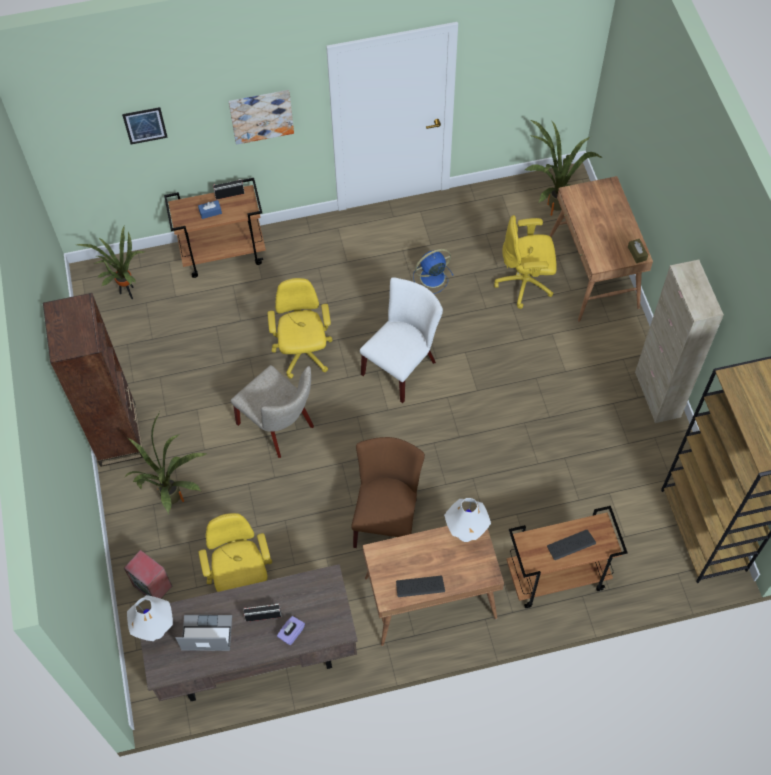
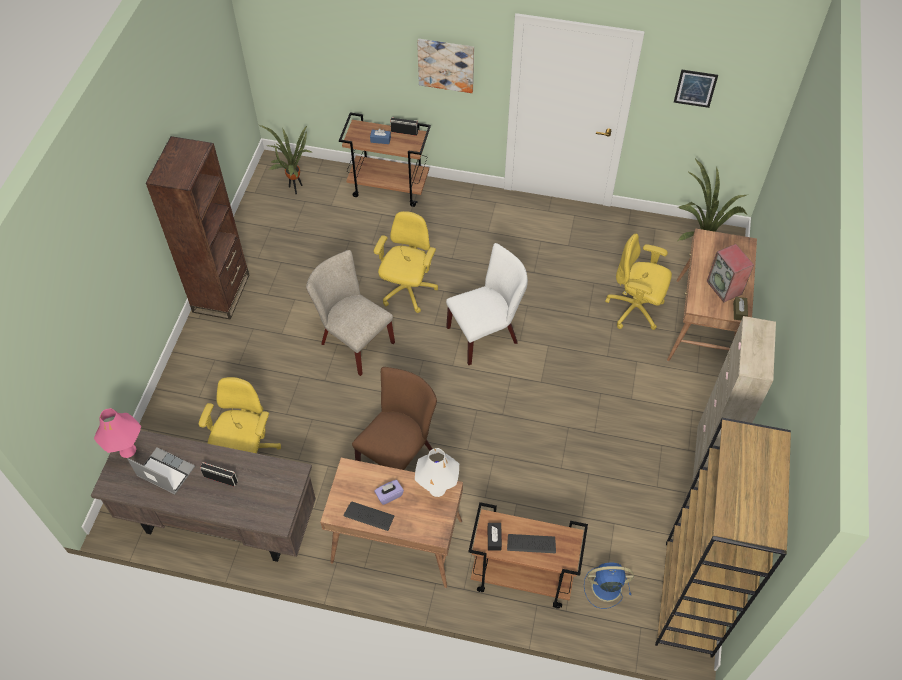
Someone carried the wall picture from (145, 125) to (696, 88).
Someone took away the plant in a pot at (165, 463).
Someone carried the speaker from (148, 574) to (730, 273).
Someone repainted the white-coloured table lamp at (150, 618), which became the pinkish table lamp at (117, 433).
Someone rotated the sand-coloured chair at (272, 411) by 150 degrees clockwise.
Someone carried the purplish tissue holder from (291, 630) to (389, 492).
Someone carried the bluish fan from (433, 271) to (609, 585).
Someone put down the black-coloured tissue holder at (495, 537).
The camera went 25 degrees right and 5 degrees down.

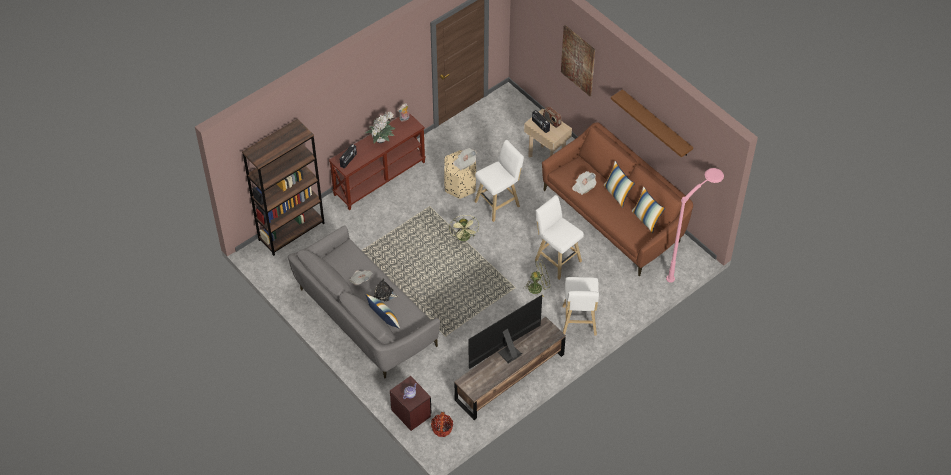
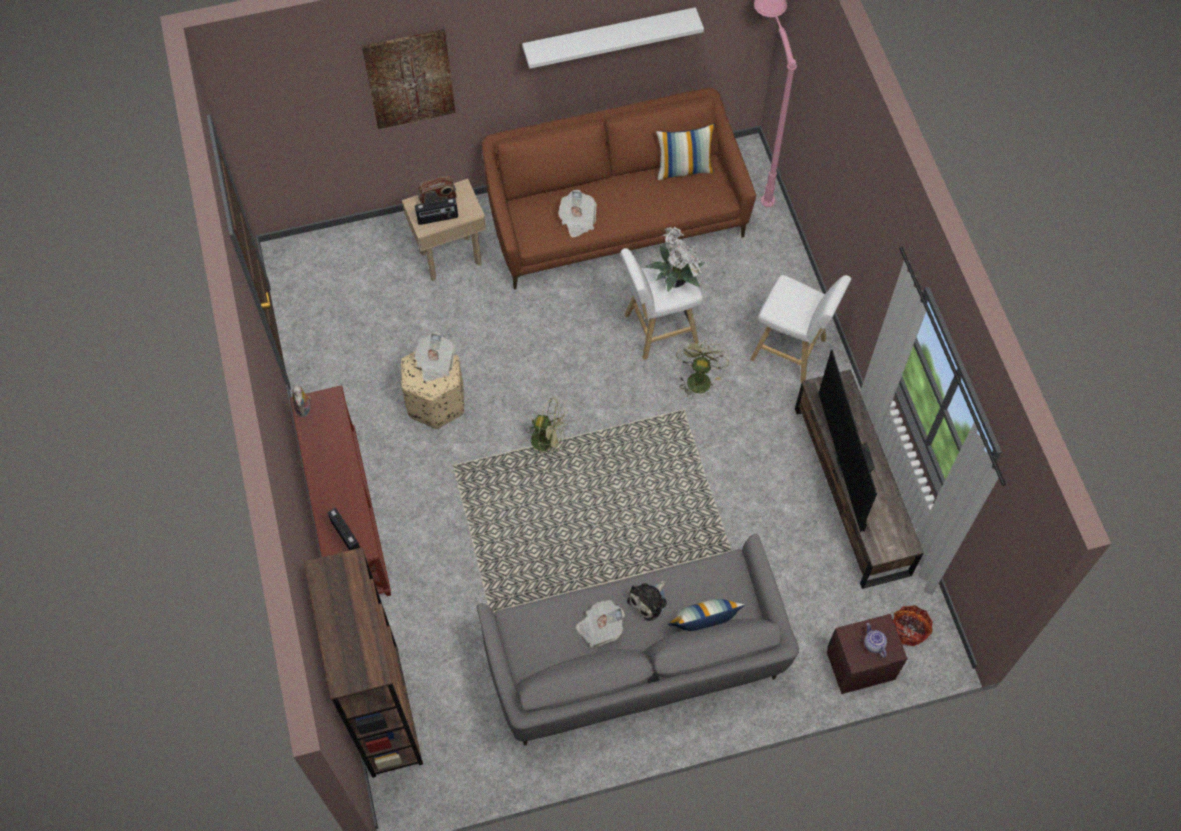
Someone carried the plant in a pot from (380, 128) to (675, 259).
Someone took away the white-coloured sitting stool at (499, 181).
Someone took away the cushion at (619, 184).
Someone repainted the brownish bracket shelf at (652, 123), which became the white-coloured bracket shelf at (613, 38).
The camera went 65 degrees left and 10 degrees up.

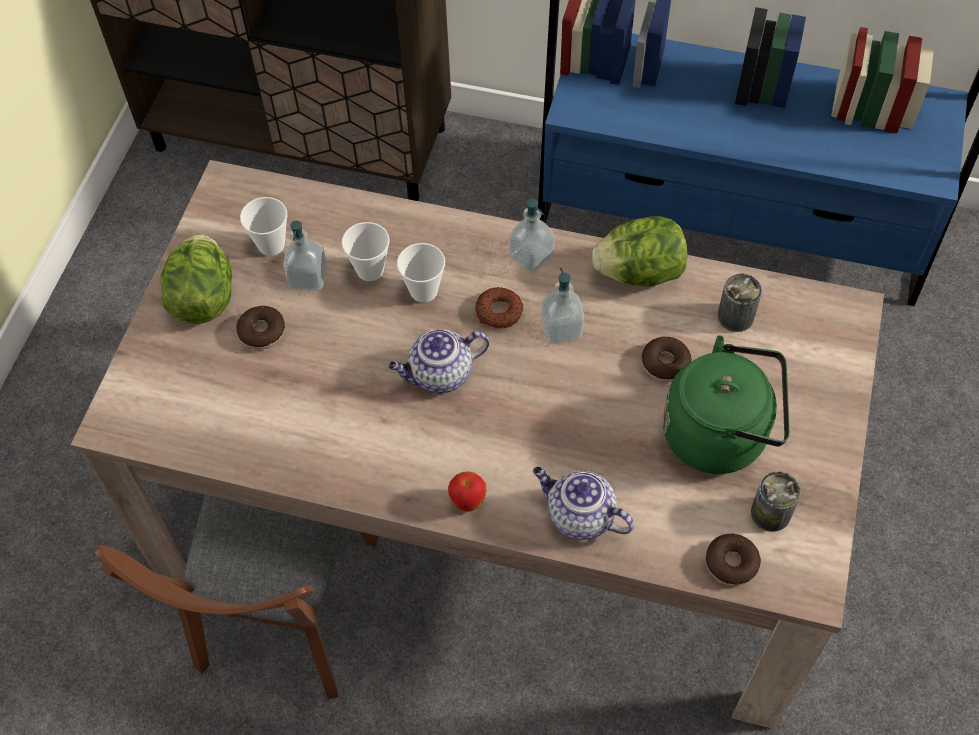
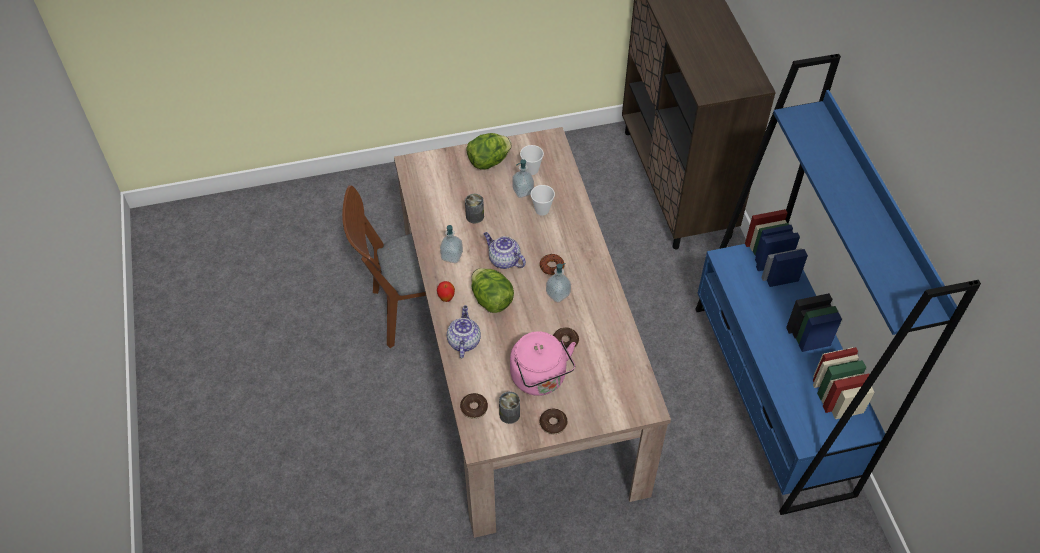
Someone carried the doughnut from (260, 328) to (553, 421).
Someone took away the drinking cup at (421, 273).
Someone carried the soap dispenser from (532, 235) to (451, 244).
Someone carried the lettuce from (640, 251) to (492, 290).
Someone repainted the green tea kettle at (726, 404), which became the pinkish tea kettle at (543, 363).
Someone carried the can from (739, 302) to (474, 209).
The camera went 60 degrees right and 5 degrees down.

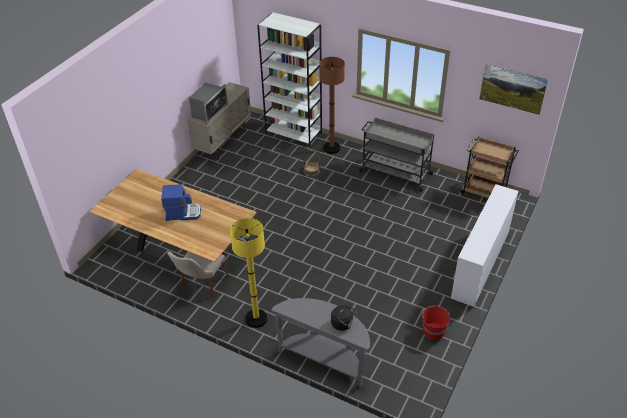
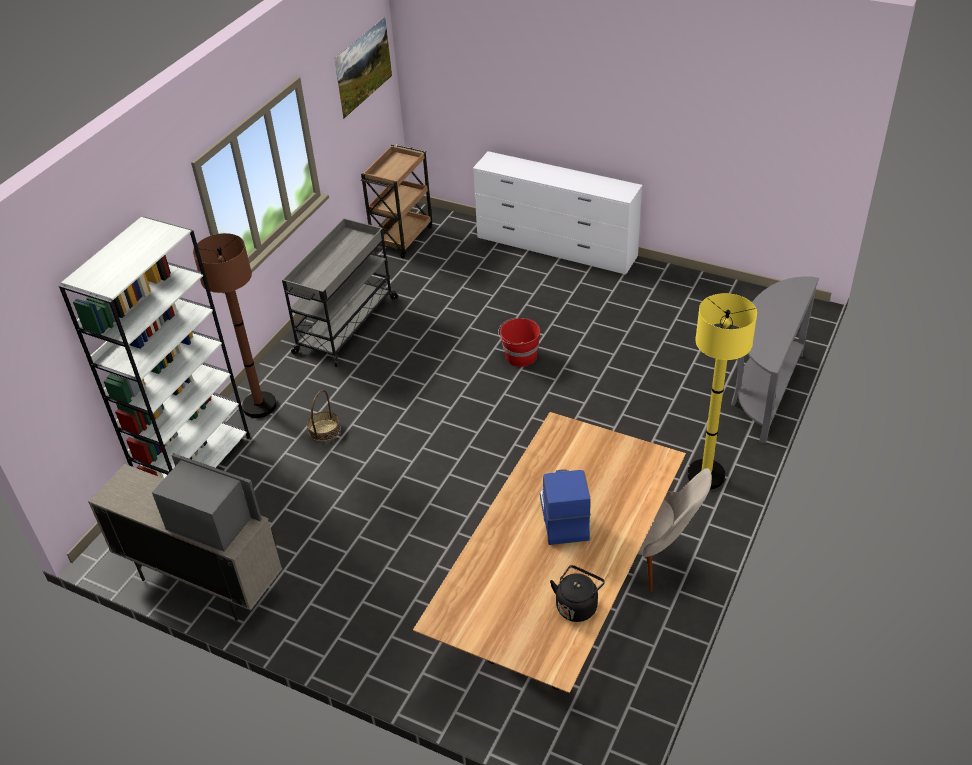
Someone carried the black-coloured tea kettle from (344, 318) to (577, 593).
Someone carried the red pail from (436, 323) to (519, 342).
The camera went 90 degrees left and 0 degrees up.

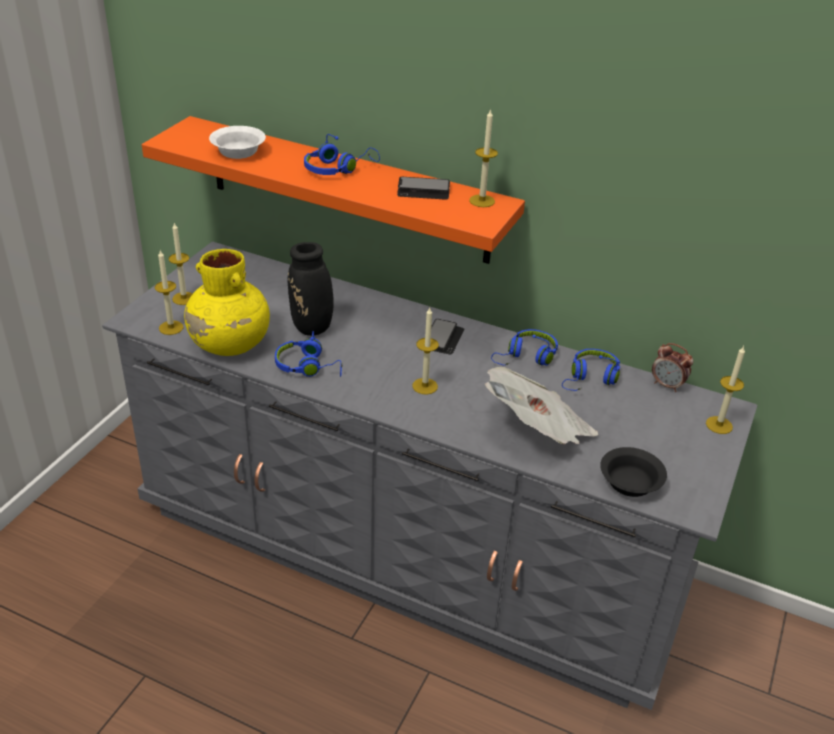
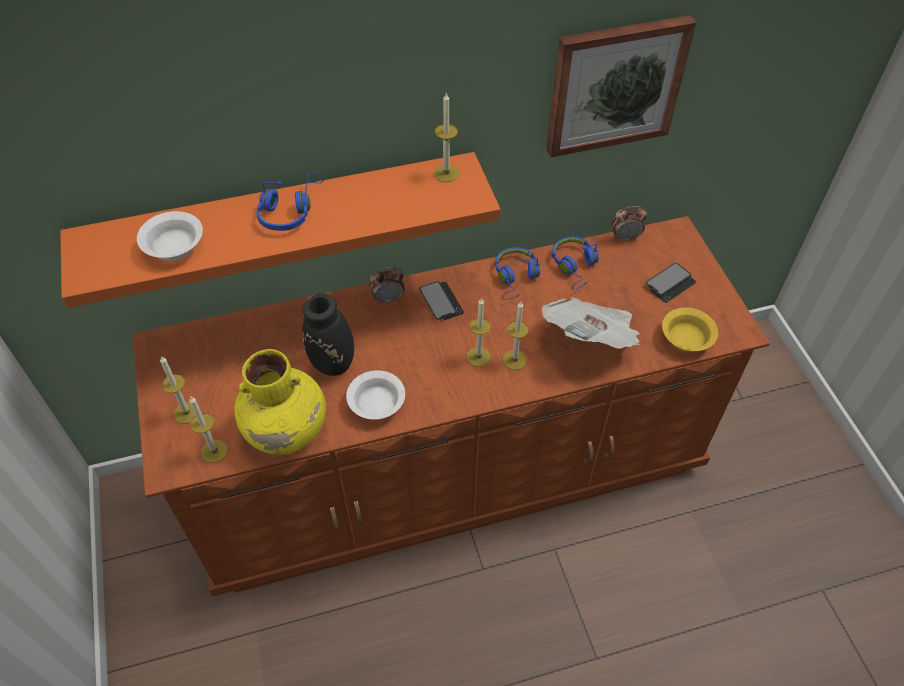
Someone repainted the greyish drawer chest at (429, 476), which became the brownish drawer chest at (451, 406).
Someone swapped the bluish headset at (308, 354) for the white-coloured deep dish at (375, 395).
Someone carried the phone from (423, 188) to (670, 283).
Someone repainted the black-coloured deep dish at (633, 472), which became the yellowish deep dish at (690, 330).
Someone carried the wax light from (725, 390) to (516, 336).
Someone put down the alarm clock at (387, 286).
Someone put up the wall picture at (621, 86).
The camera went 40 degrees left and 15 degrees up.

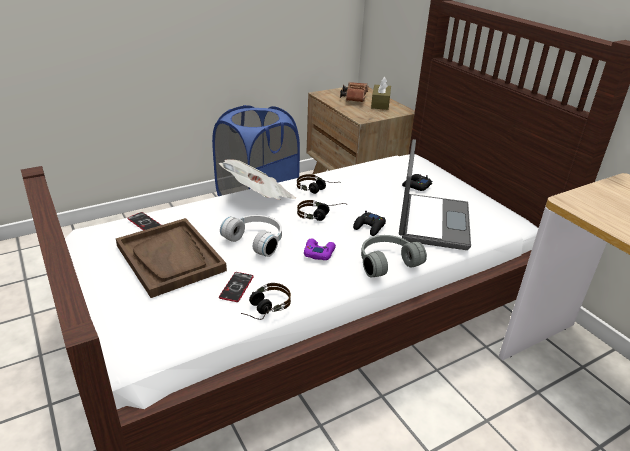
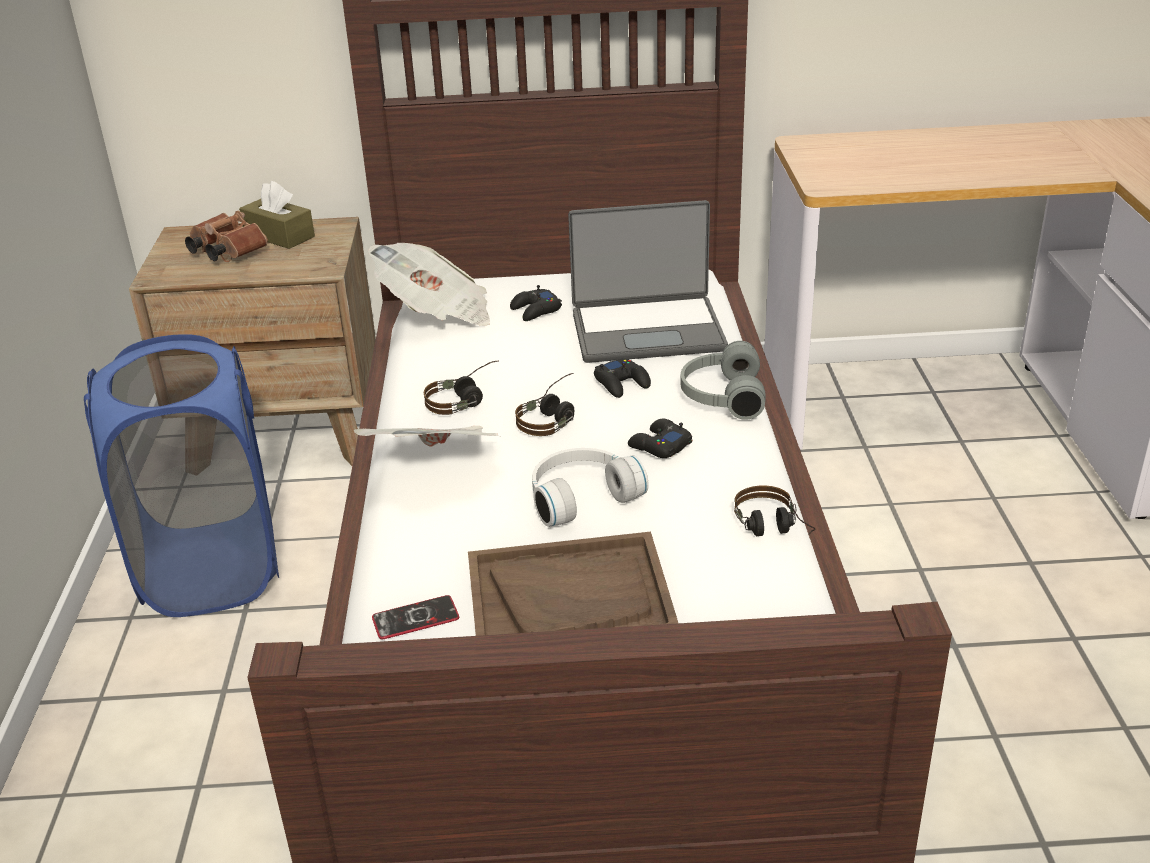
Someone took away the phone at (236, 287).
Someone repainted the purplish joypad at (320, 249), which became the black-coloured joypad at (660, 438).
Someone rotated the notebook computer at (435, 194) by 135 degrees clockwise.
Someone put down the printed paper at (429, 284).
The camera went 60 degrees left and 0 degrees up.

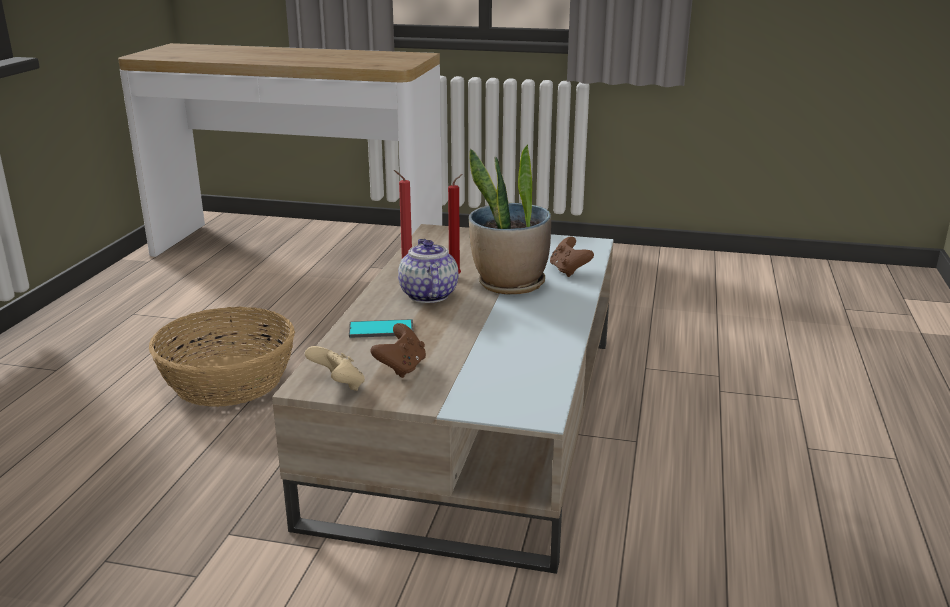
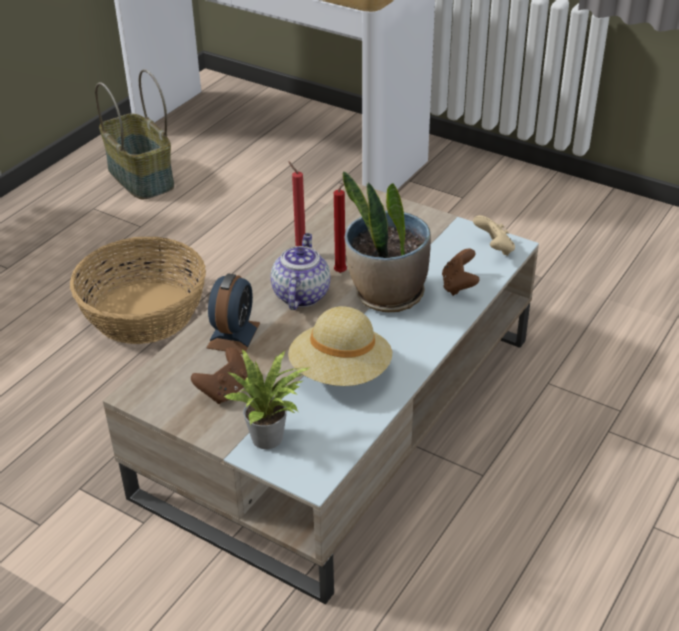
Someone carried the sand-coloured joypad from (335, 368) to (494, 235).
Someone swapped the phone at (381, 328) for the alarm clock at (233, 313).
Someone put down the basket at (134, 134).
Someone put down the plant in a pot at (268, 398).
Someone put down the sand-coloured wearable hat at (340, 346).
The camera went 20 degrees right and 15 degrees up.

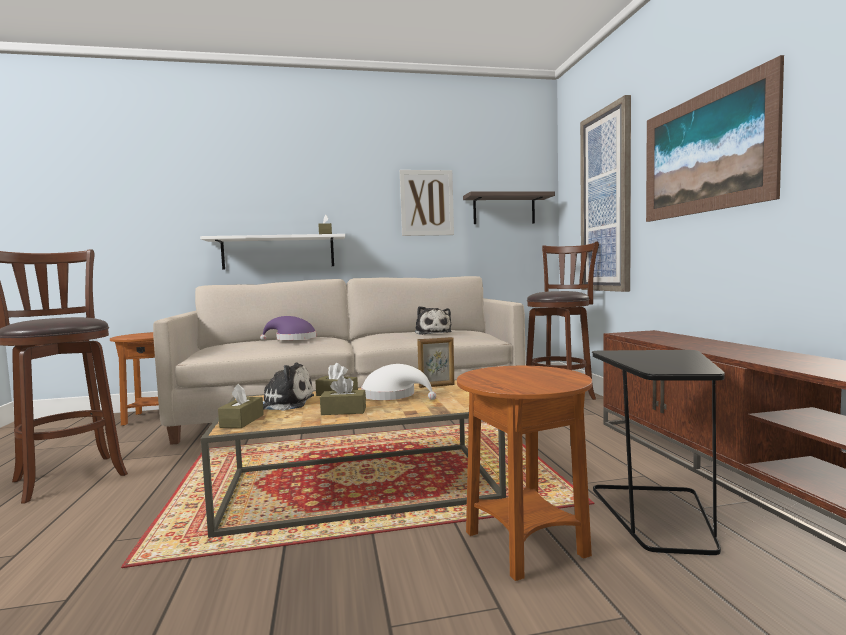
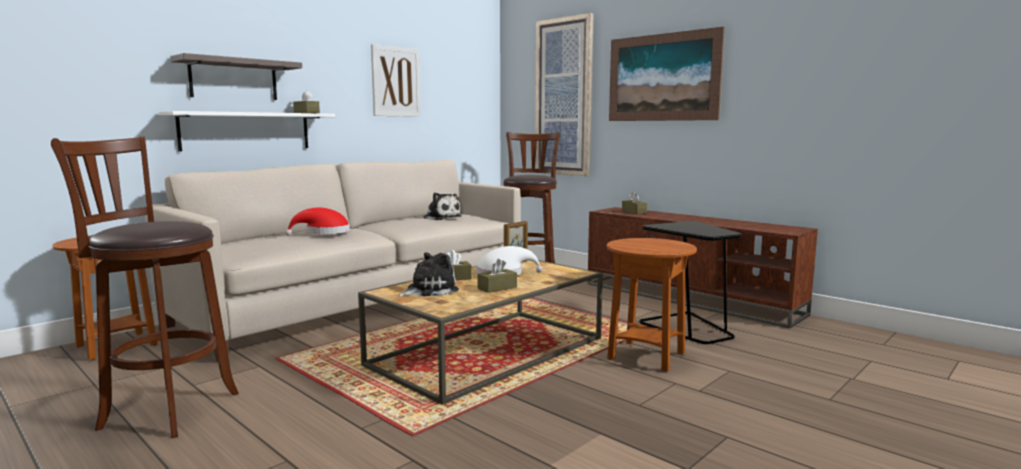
Someone carried the brownish tissue holder from (241, 406) to (634, 203).
Someone repainted the purplish wearable hat at (288, 328), which became the red wearable hat at (317, 222).
Someone carried the bracket shelf from (509, 207) to (236, 76).
The camera went 35 degrees left and 5 degrees up.

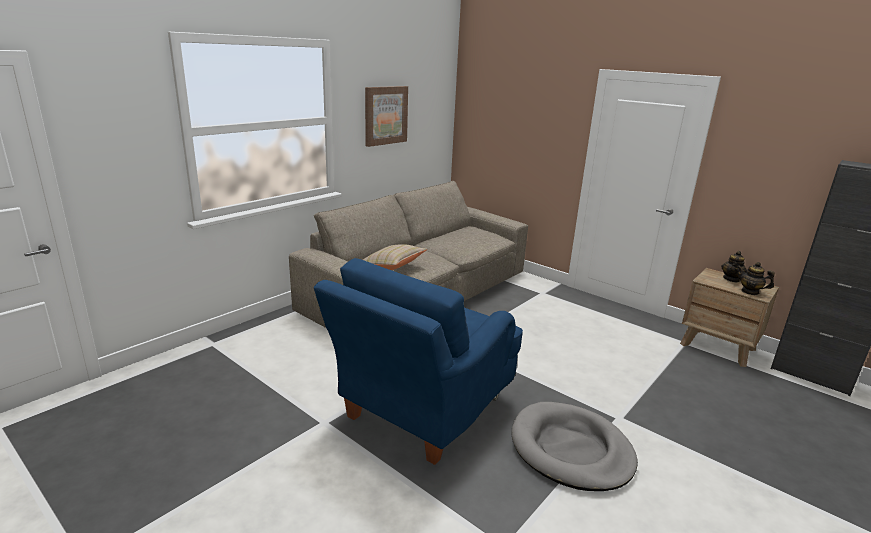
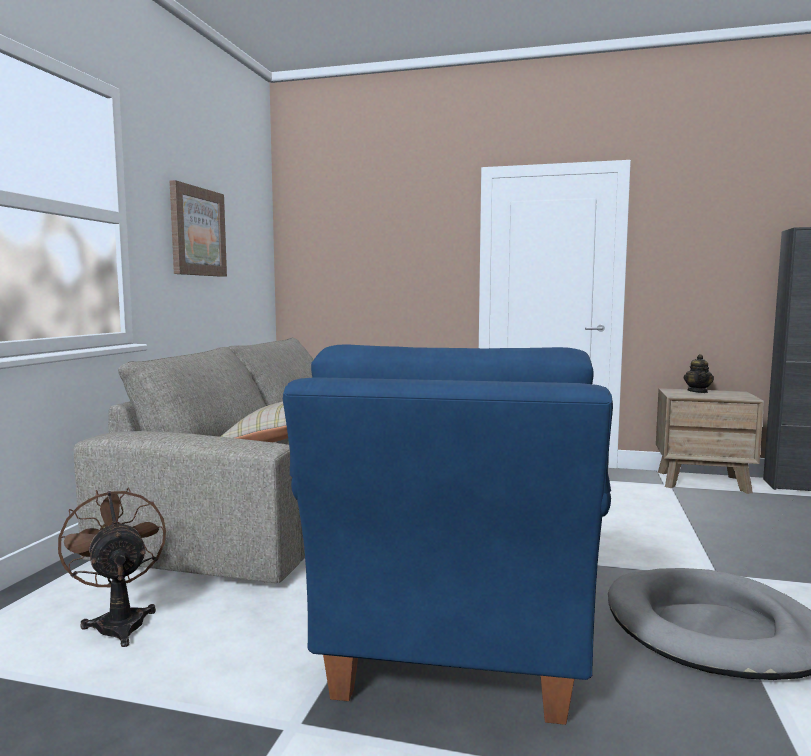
Someone took away the pot for tea at (756, 278).
Someone put down the brownish fan at (112, 567).
The camera went 25 degrees left and 15 degrees down.

